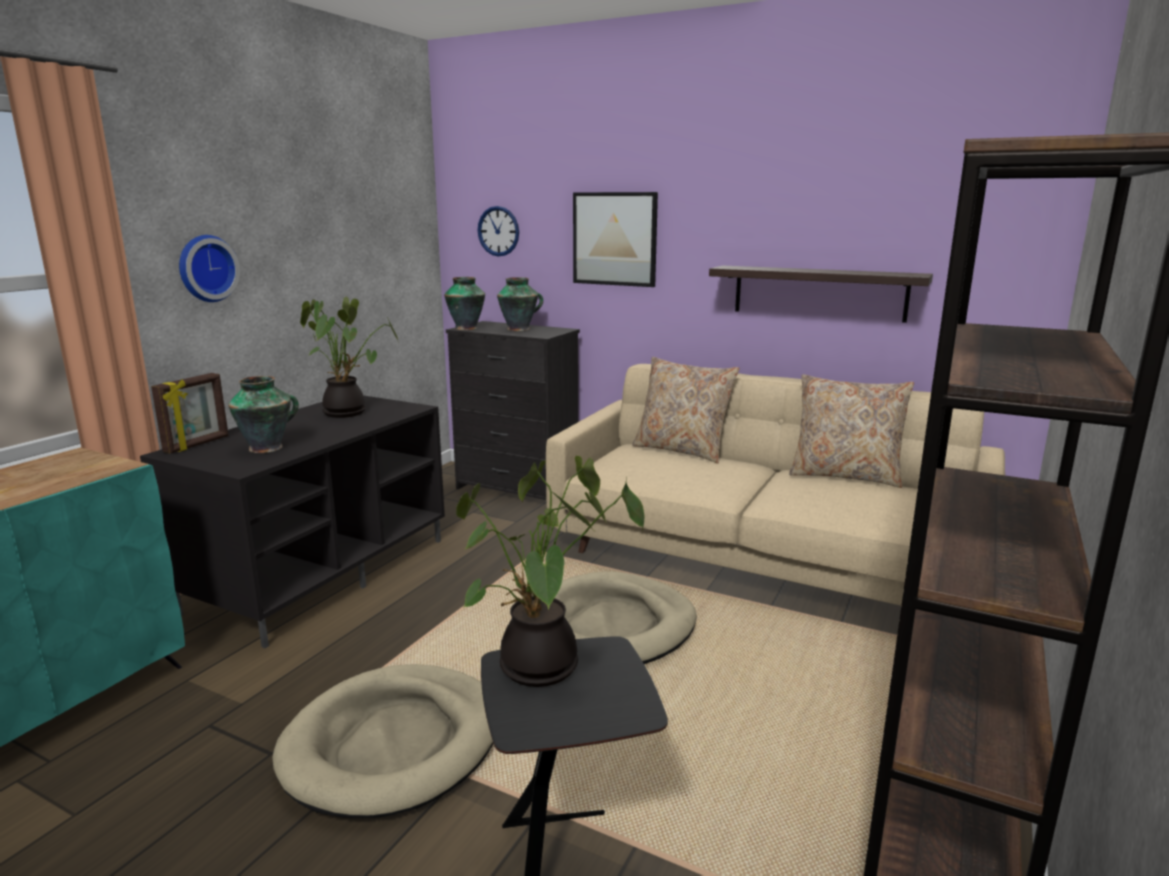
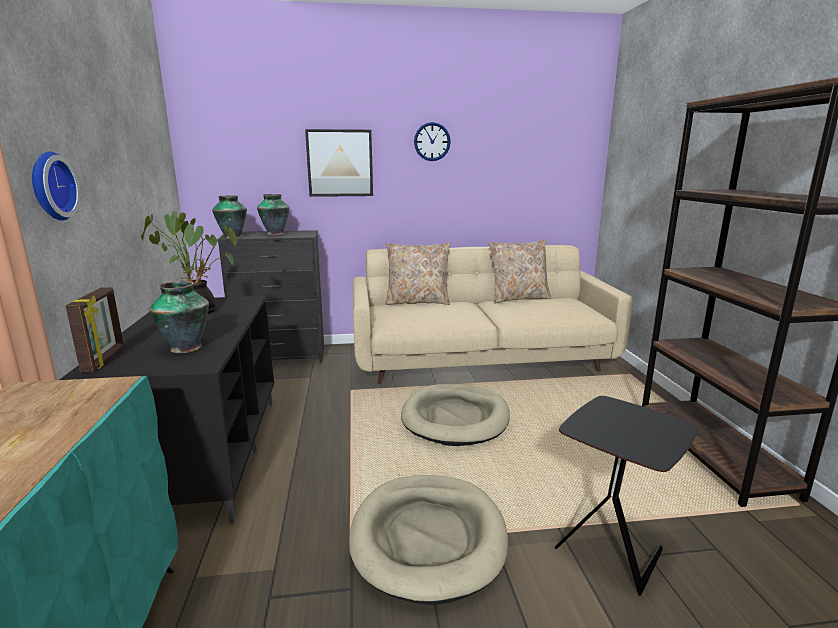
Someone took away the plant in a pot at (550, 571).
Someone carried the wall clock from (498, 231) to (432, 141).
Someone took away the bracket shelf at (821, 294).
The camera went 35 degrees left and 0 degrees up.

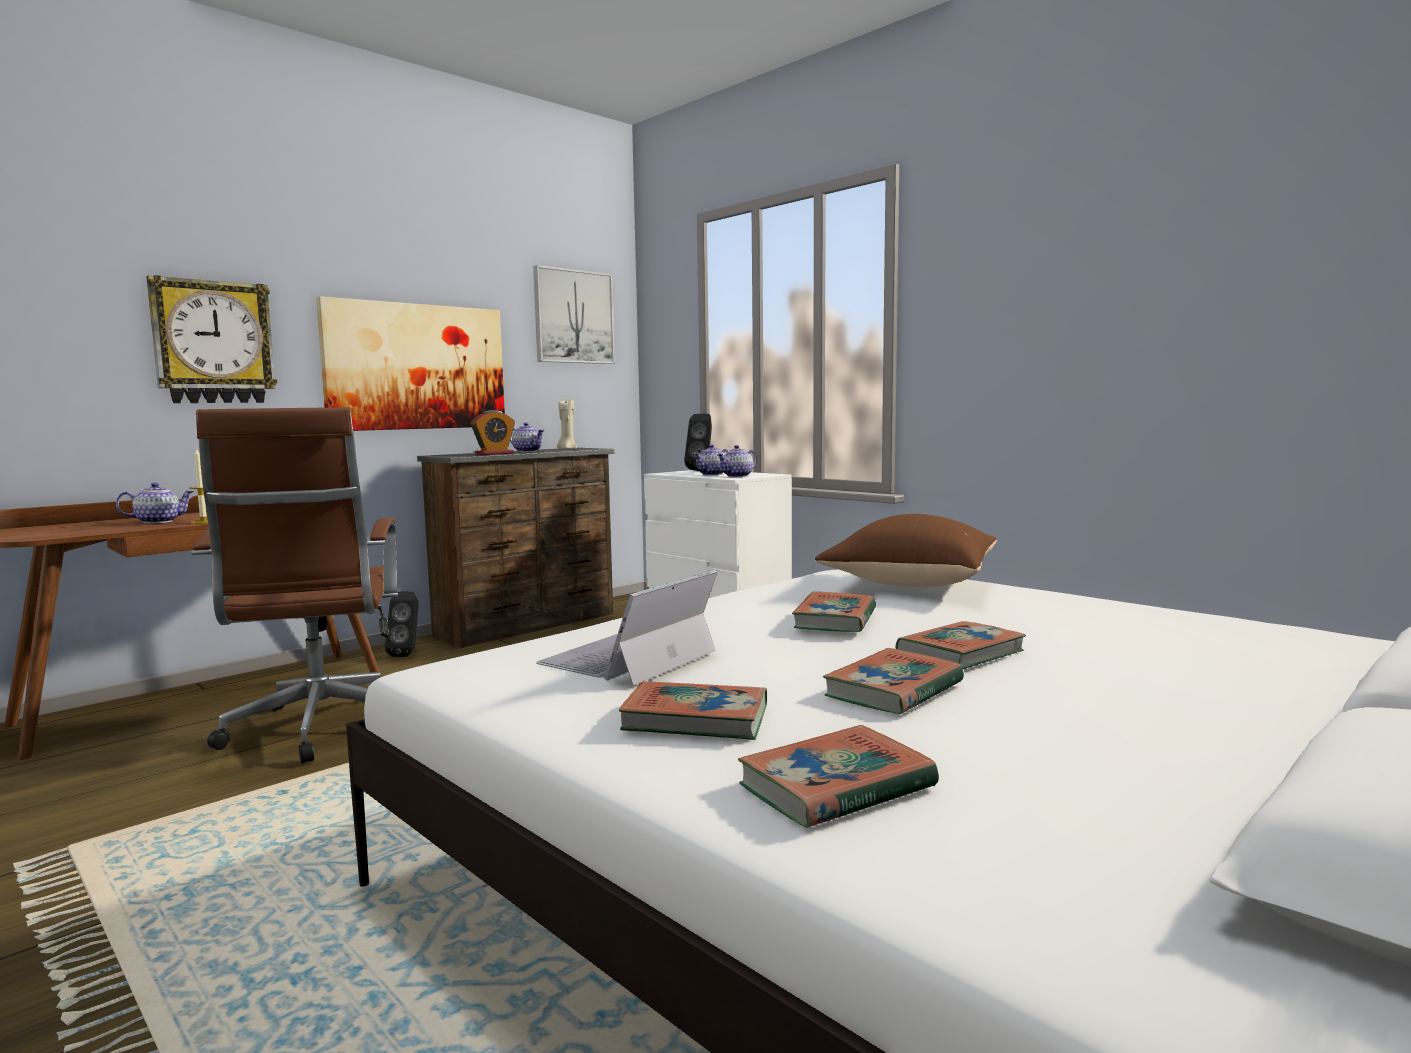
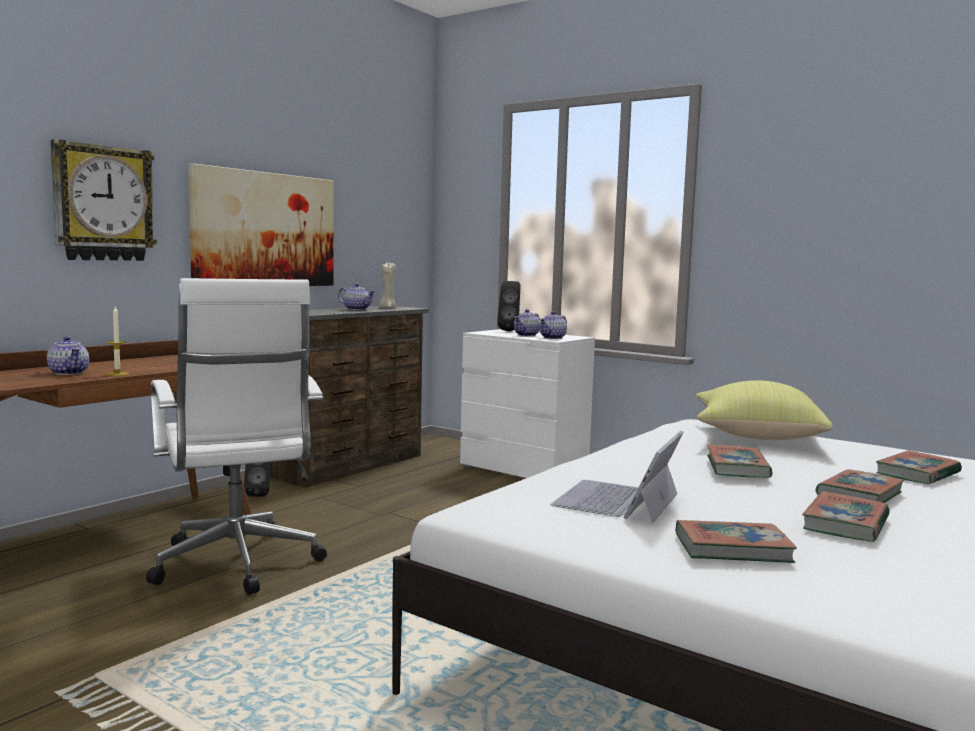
Someone rotated the pot for tea at (155, 503) by 90 degrees clockwise.
Someone repainted the brownish office chair at (294, 585), which became the white-coloured office chair at (236, 436).
Someone took away the alarm clock at (493, 432).
Someone took away the wall picture at (574, 314).
Someone carried the bound book from (838, 776) to (919, 467).
Someone repainted the brownish cushion at (906, 551), which became the yellowish cushion at (764, 410).
The camera went 10 degrees left and 0 degrees up.

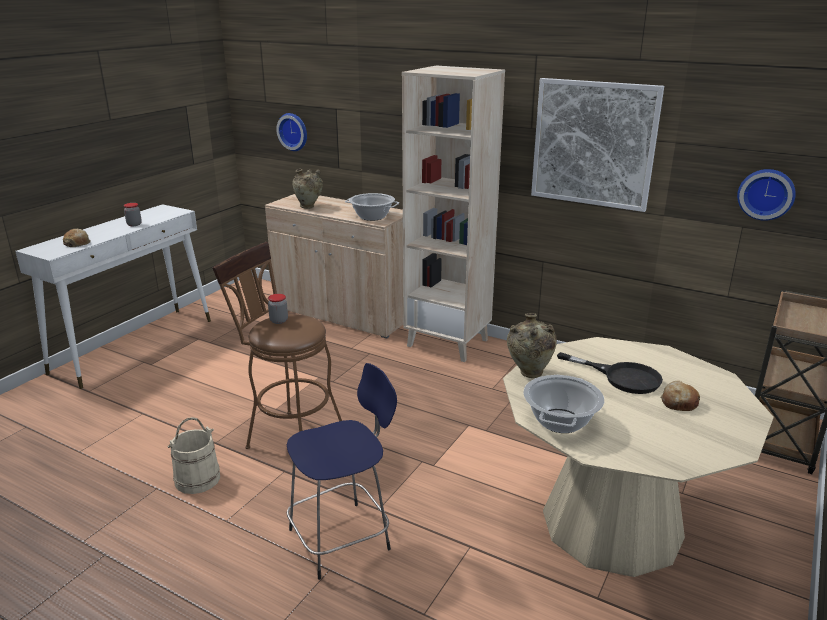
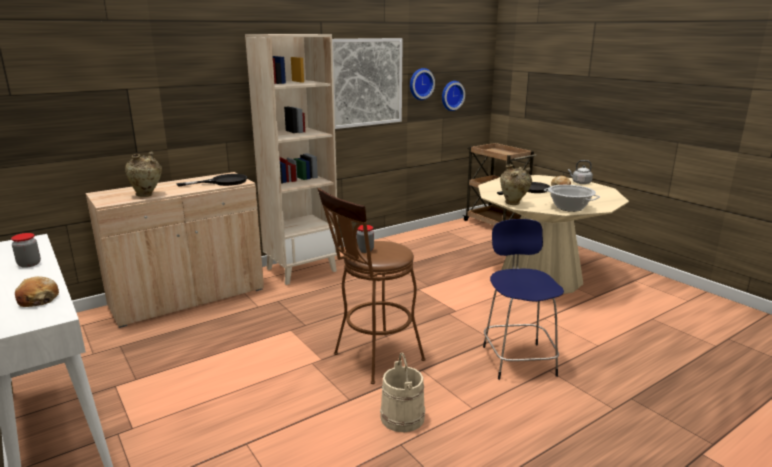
Someone carried the wall clock from (291, 132) to (422, 84).
Someone swapped the stockpot at (372, 207) for the black-coloured frying pan at (212, 180).
Someone put down the greyish tea kettle at (580, 172).
The camera went 65 degrees left and 5 degrees down.

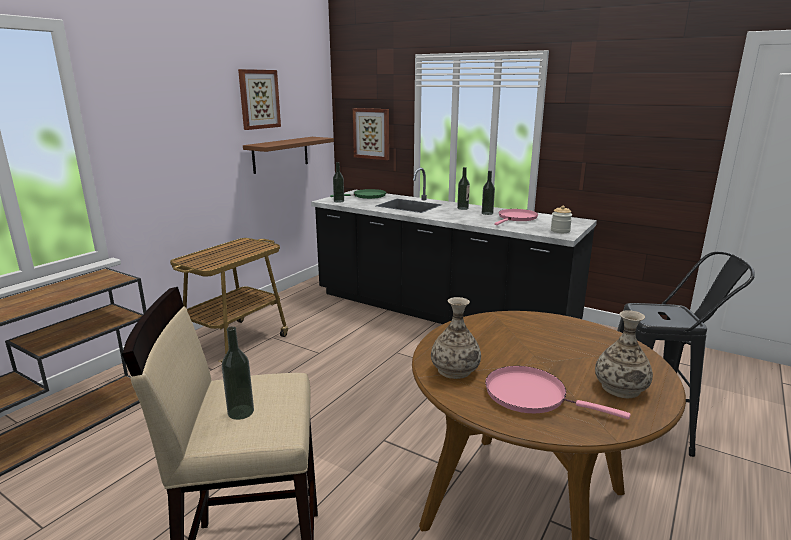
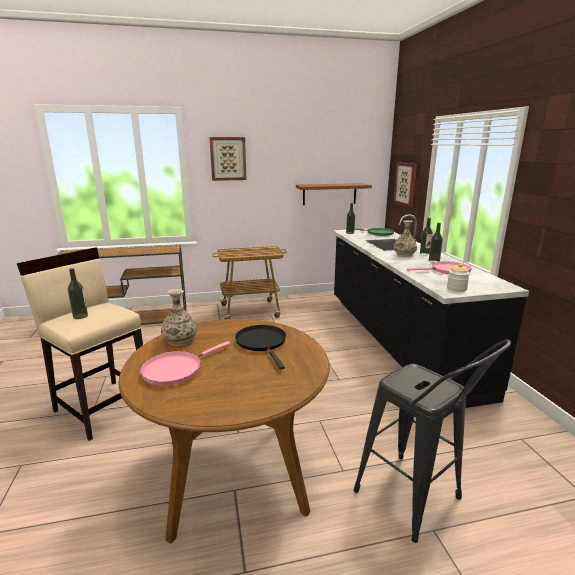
Someone carried the wall picture from (259, 99) to (228, 159).
Someone rotated the pinkish frying pan at (558, 393) by 120 degrees counterclockwise.
Someone carried the vase from (624, 354) to (405, 238).
Someone put down the black-coloured frying pan at (260, 347).
The camera went 45 degrees right and 0 degrees up.

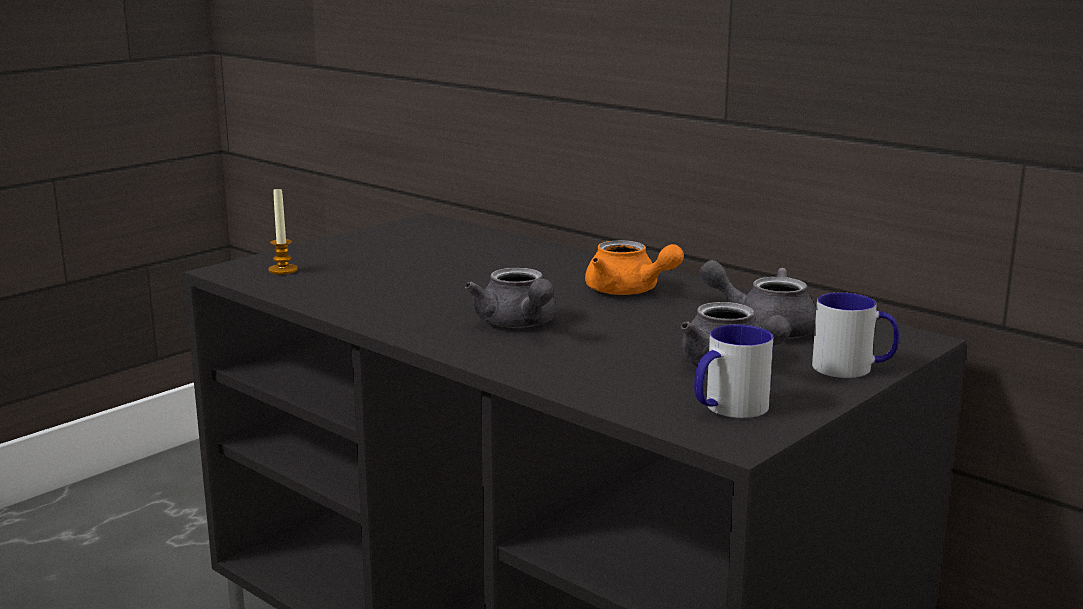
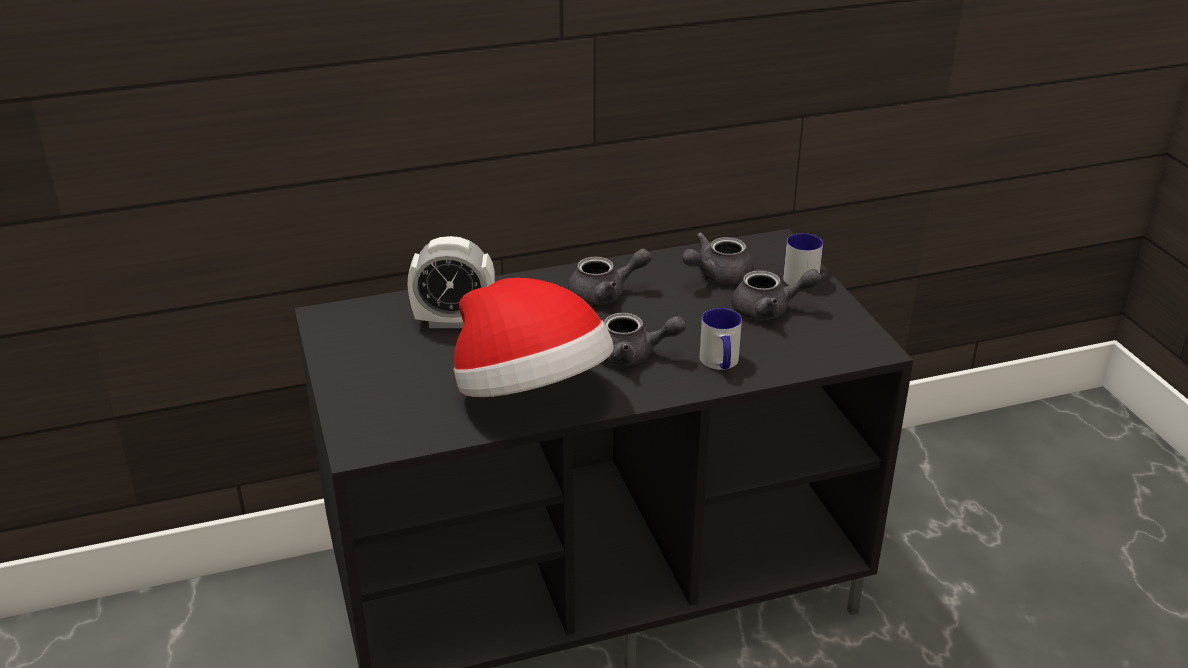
Someone took away the wax light at (283, 230).
Someone repainted the orange pot for tea at (634, 267), which became the greyish pot for tea at (610, 276).
Someone carried the tea mug from (733, 371) to (721, 339).
Someone put down the alarm clock at (451, 282).
Someone put down the wearable hat at (533, 337).
The camera went 60 degrees left and 15 degrees up.

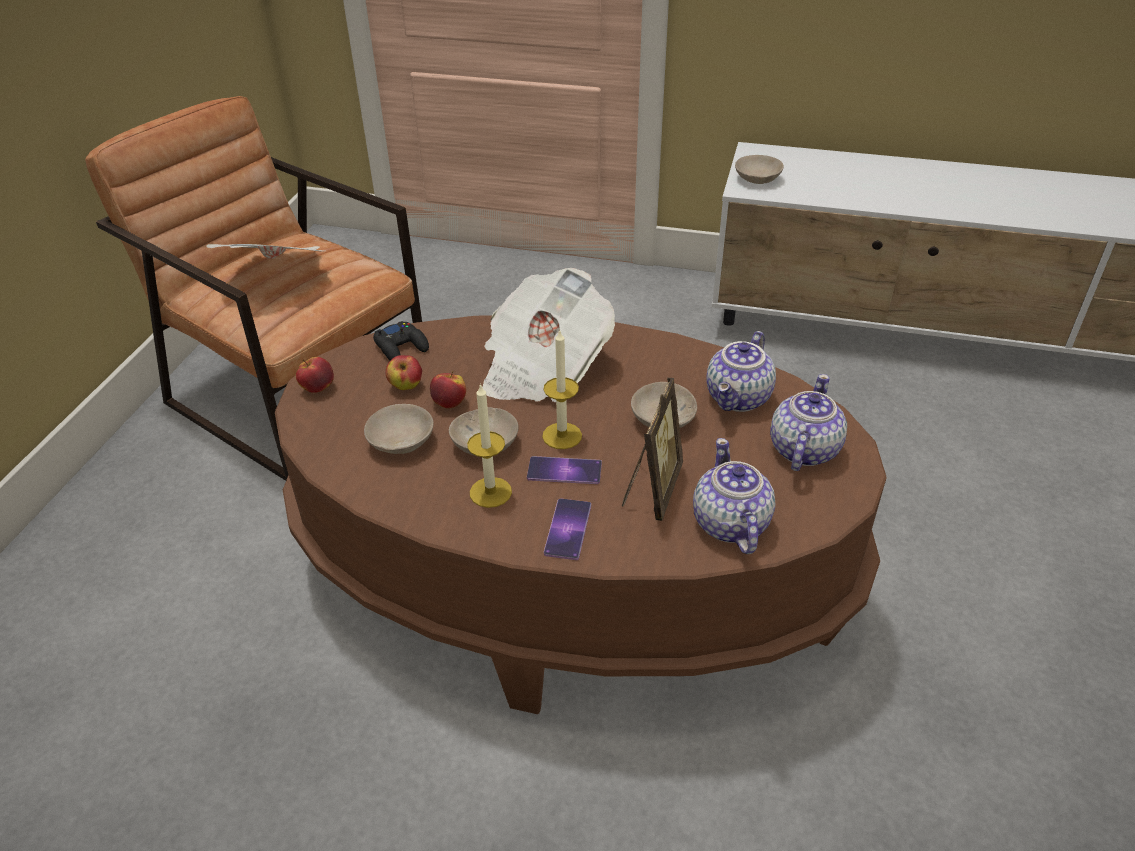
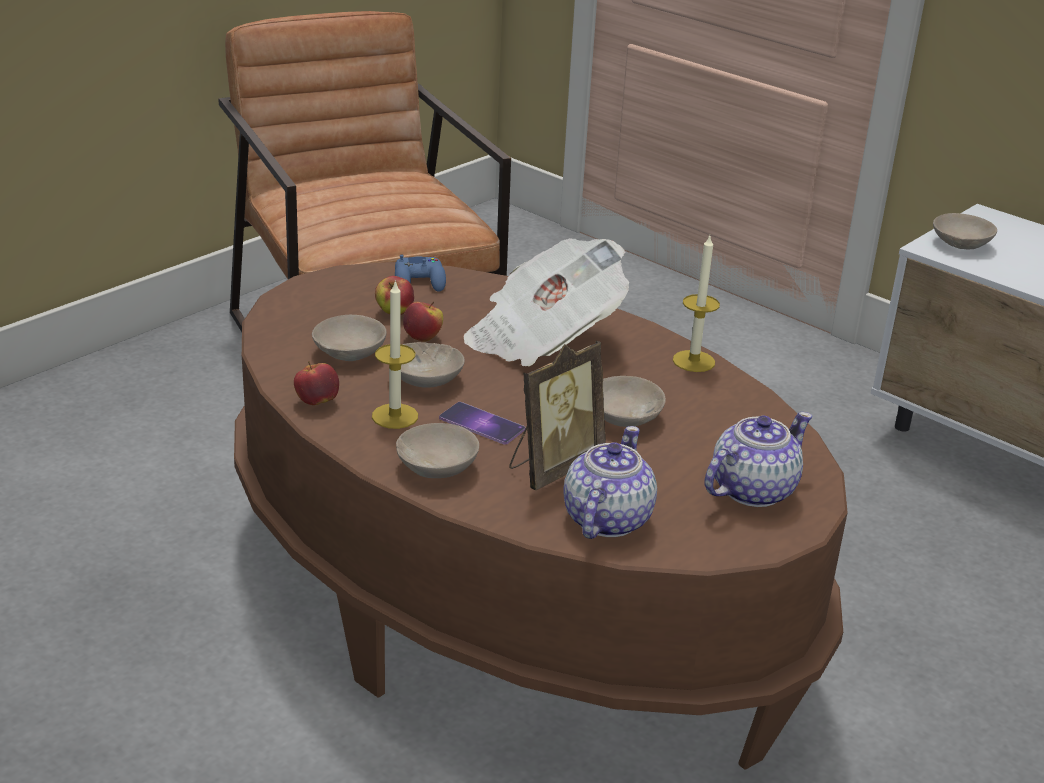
Someone took away the printed paper at (265, 251).
Someone carried the apple fruit from (315, 375) to (316, 383).
Someone repainted the black-coloured joypad at (401, 340), which became the bluish joypad at (420, 273).
Someone carried the wax light from (562, 389) to (696, 304).
Someone swapped the phone at (567, 529) for the sand-coloured deep dish at (437, 450).
Someone took away the pot for tea at (741, 371).
The camera went 25 degrees right and 10 degrees down.

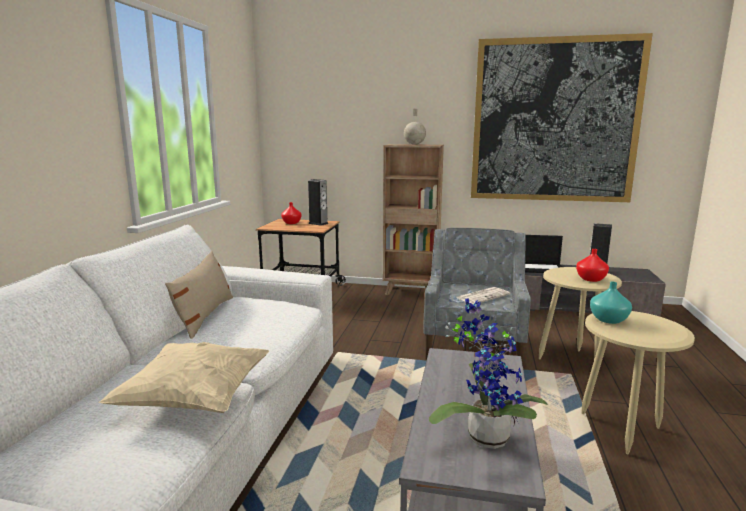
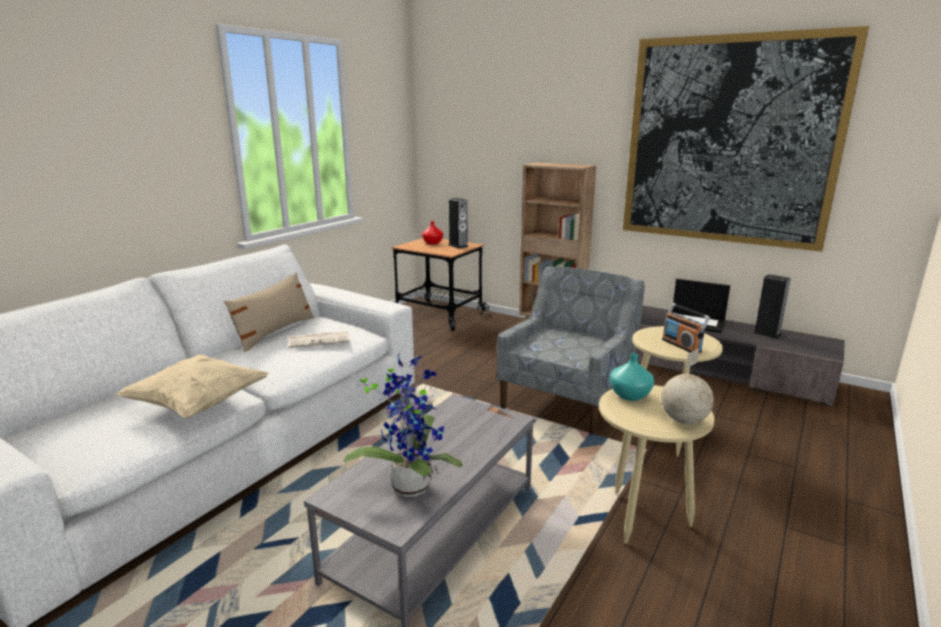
Someone carried the desk globe from (415, 127) to (687, 386).
Someone carried the printed paper from (483, 295) to (319, 339).
Someone swapped the red vase at (592, 265) for the radio at (686, 328).
The camera went 20 degrees right and 5 degrees up.

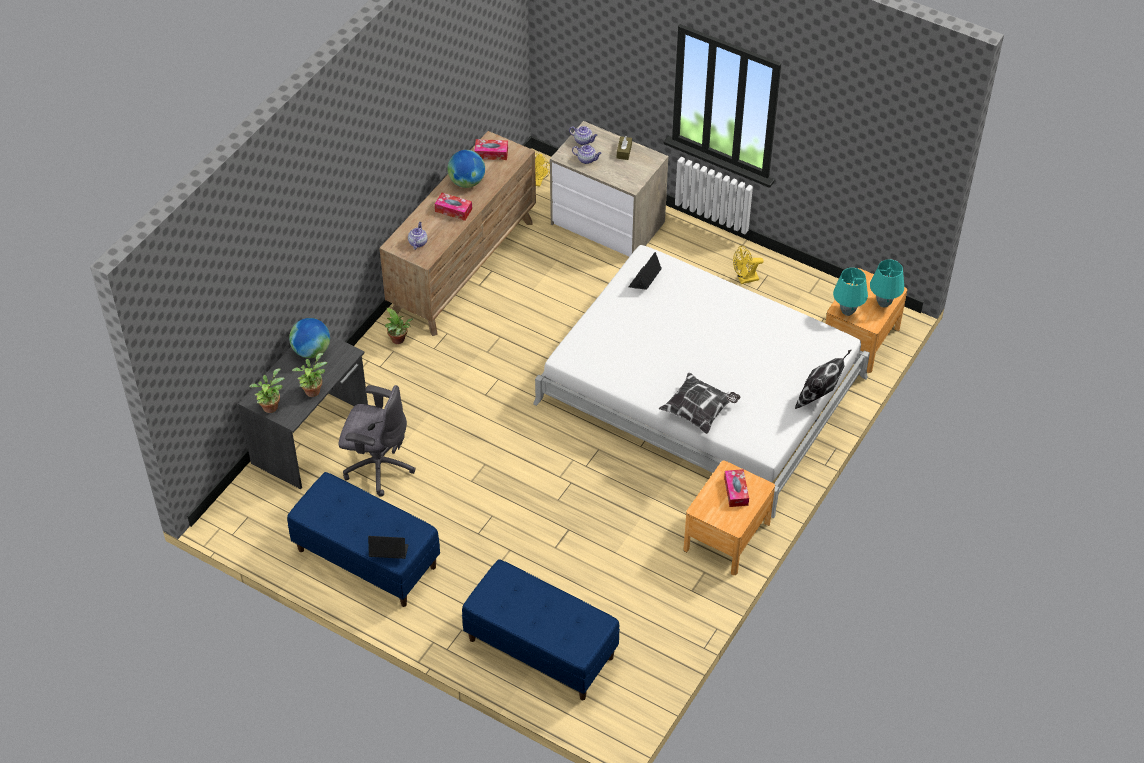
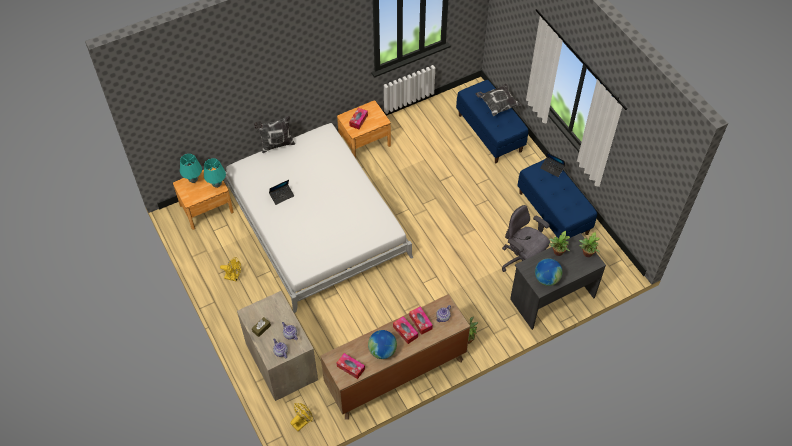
Someone carried the notebook computer from (645, 271) to (281, 192).
Someone carried the cushion from (699, 403) to (499, 100).
Someone put down the tissue holder at (421, 320).
The camera went 150 degrees left and 5 degrees up.

